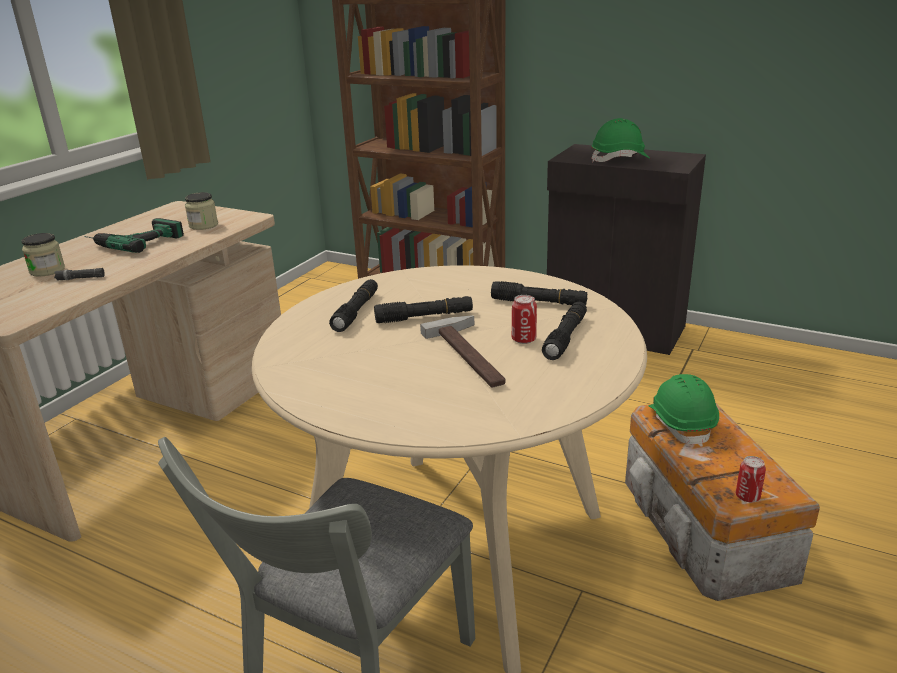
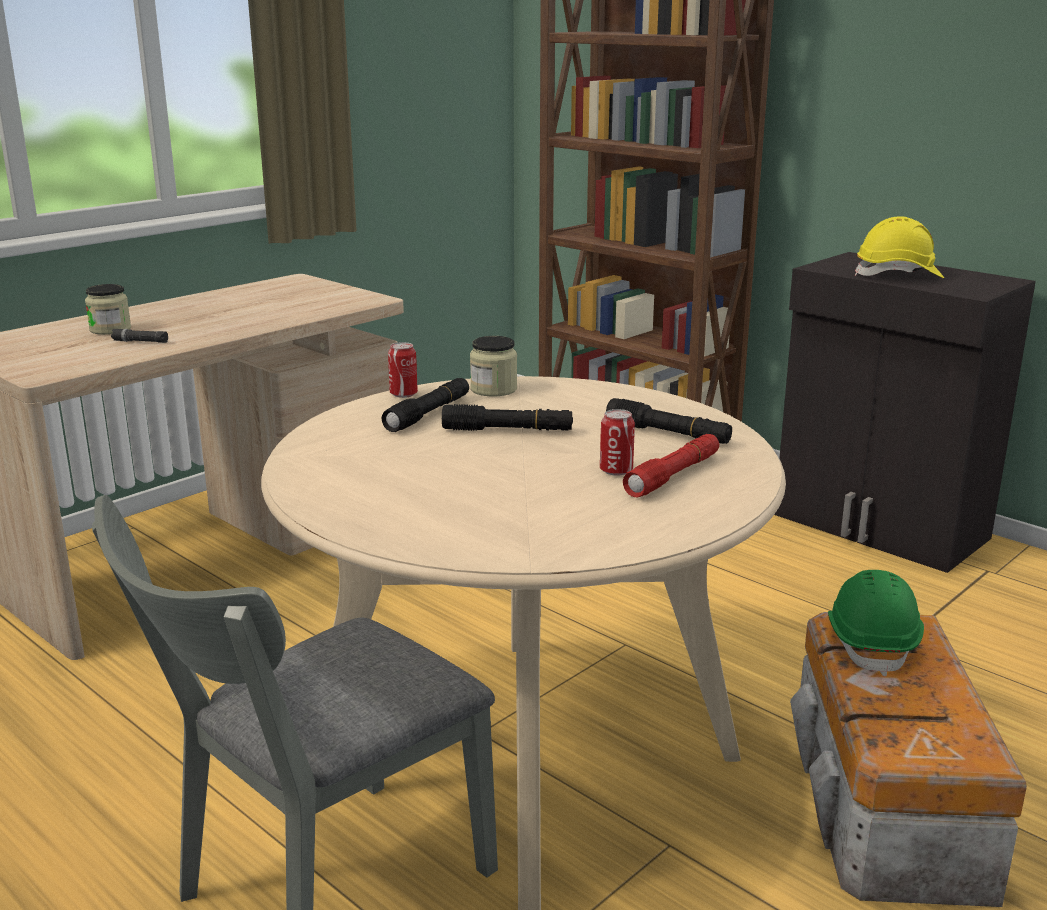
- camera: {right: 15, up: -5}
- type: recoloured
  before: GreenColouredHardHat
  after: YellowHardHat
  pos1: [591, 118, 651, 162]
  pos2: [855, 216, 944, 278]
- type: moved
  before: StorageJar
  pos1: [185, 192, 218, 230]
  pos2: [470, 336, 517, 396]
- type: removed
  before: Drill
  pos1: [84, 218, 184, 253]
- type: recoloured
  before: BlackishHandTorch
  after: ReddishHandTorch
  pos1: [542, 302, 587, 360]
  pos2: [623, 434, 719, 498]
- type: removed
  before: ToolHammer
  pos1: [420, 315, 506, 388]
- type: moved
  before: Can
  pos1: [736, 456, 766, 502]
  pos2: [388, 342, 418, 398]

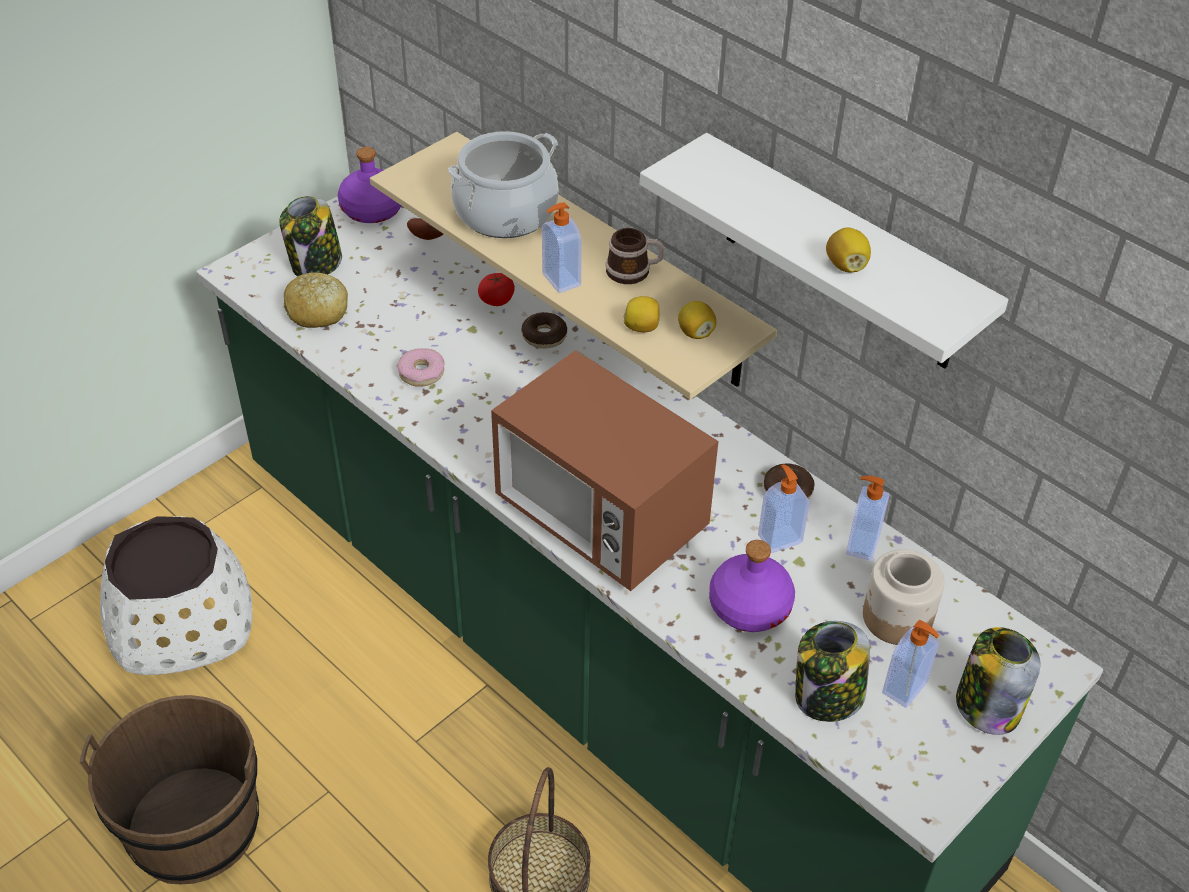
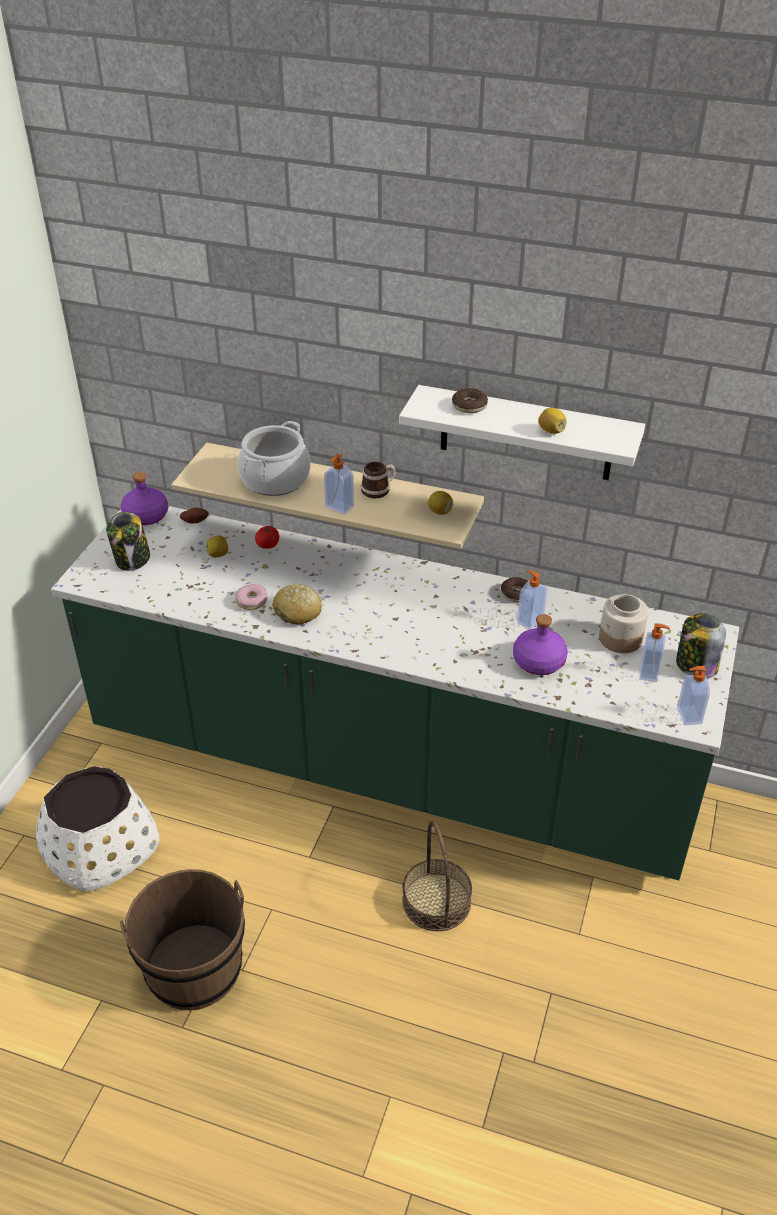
- camera: {right: -25, up: -5}
- type: moved
  before: Bread
  pos1: [284, 272, 348, 328]
  pos2: [272, 584, 322, 625]
- type: moved
  before: WholeLemon
  pos1: [624, 296, 660, 332]
  pos2: [206, 536, 228, 557]
- type: moved
  before: RingDoughnut
  pos1: [521, 312, 567, 348]
  pos2: [452, 388, 488, 414]
- type: removed
  before: Microwave
  pos1: [491, 350, 718, 591]
- type: moved
  before: SoapDispenser
  pos1: [846, 476, 890, 561]
  pos2: [677, 666, 710, 725]
- type: removed
  before: StorageJar
  pos1: [795, 621, 870, 722]

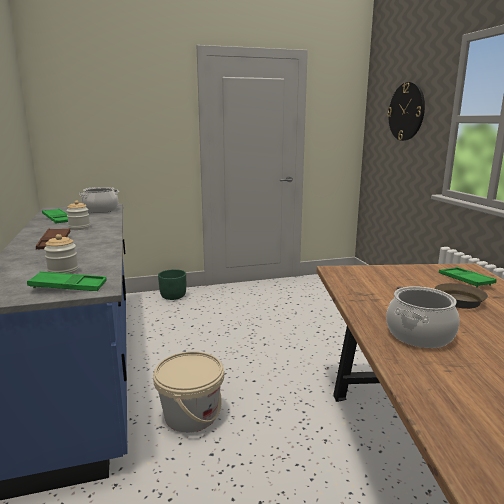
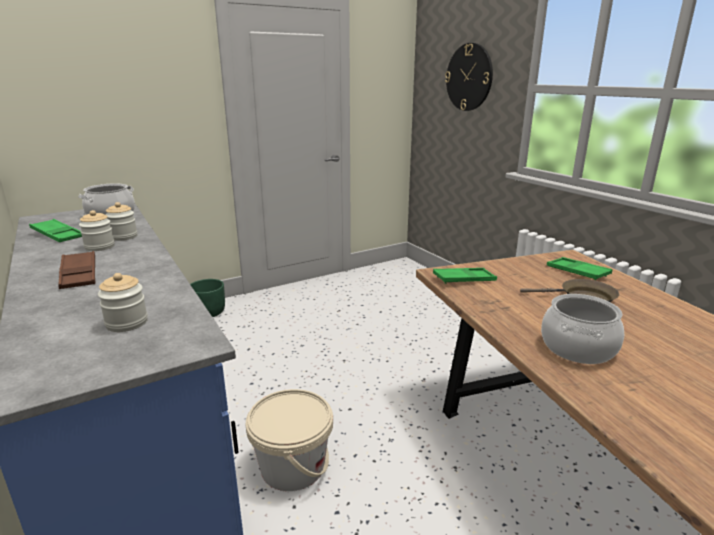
- camera: {right: -15, up: 5}
- type: moved
  before: GreenColouredServingTray
  pos1: [27, 271, 107, 291]
  pos2: [433, 268, 497, 284]
- type: added
  after: StorageJar
  pos2: [105, 202, 138, 241]

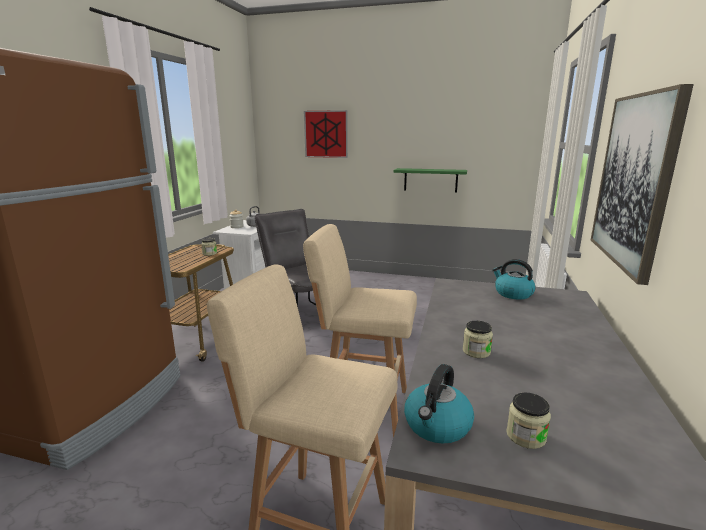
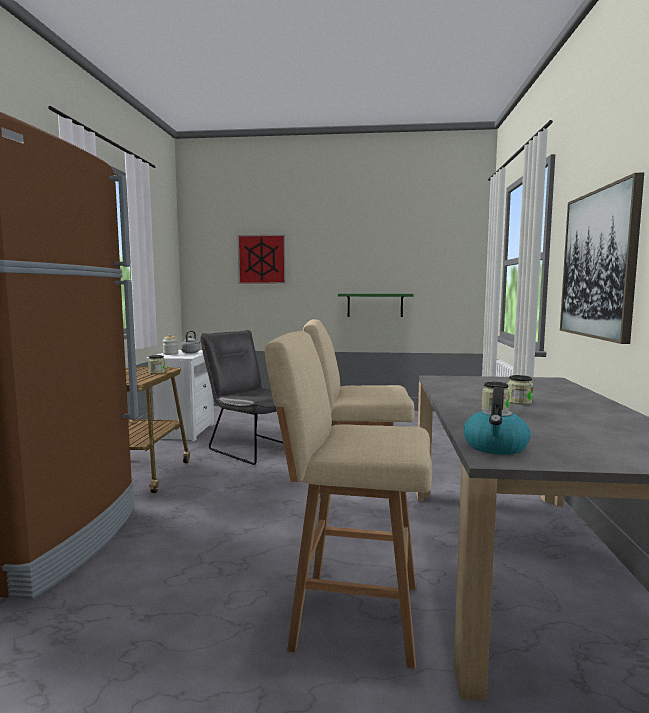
- camera: {right: -10, up: -10}
- type: removed
  before: TeaKettle
  pos1: [492, 259, 536, 300]
- type: moved
  before: StorageJar
  pos1: [506, 393, 551, 449]
  pos2: [507, 375, 534, 405]

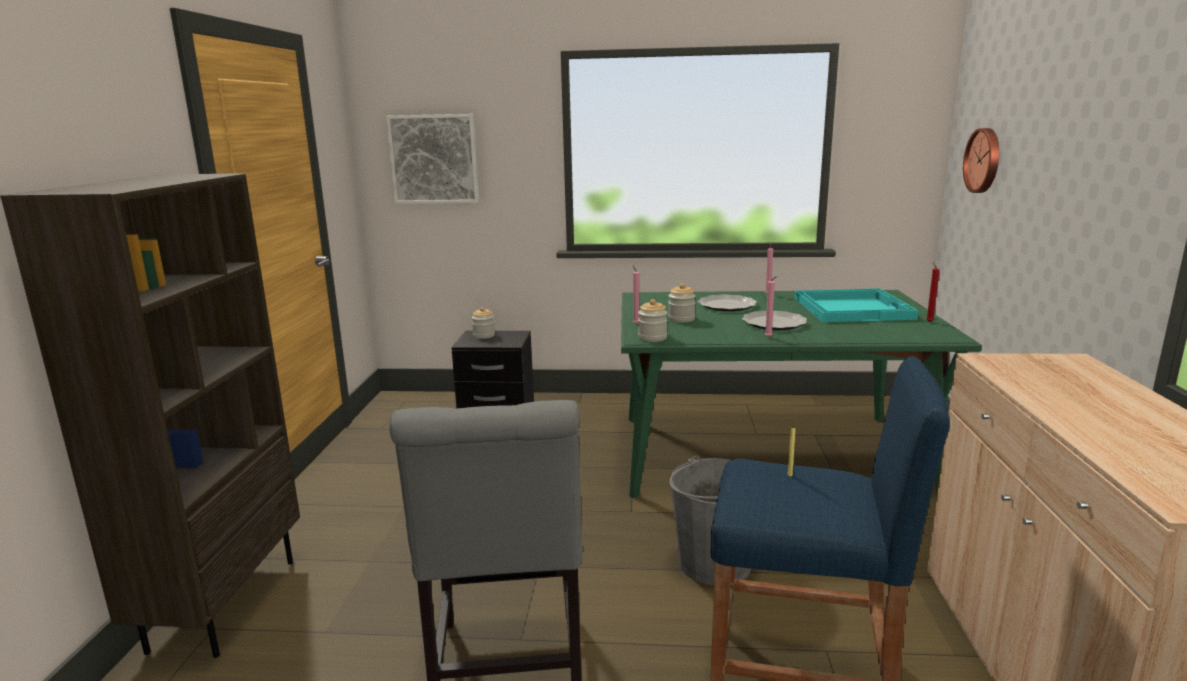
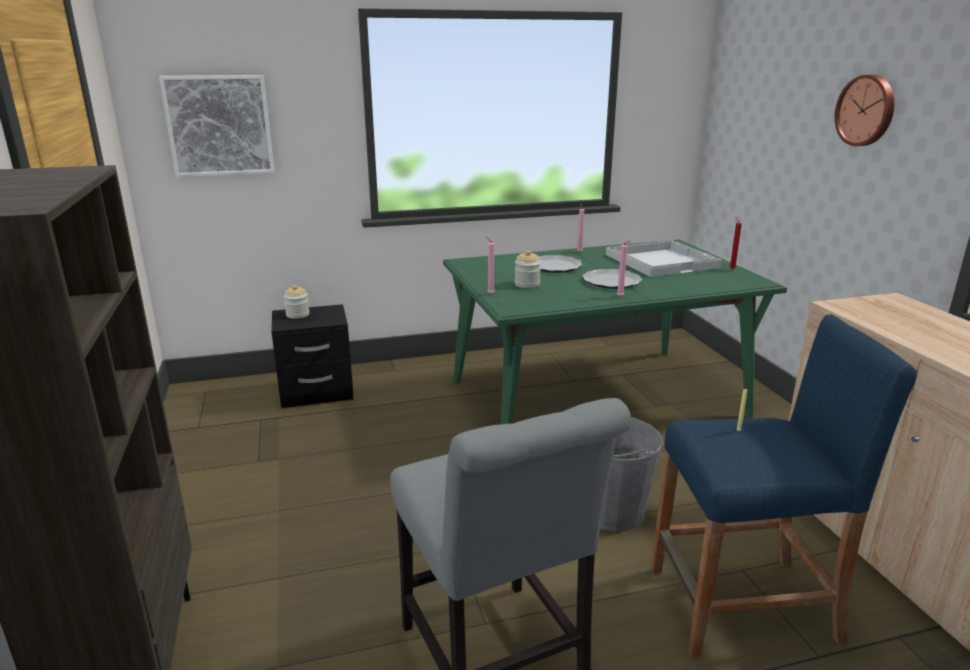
- camera: {right: -20, up: 5}
- type: moved
  before: WallClock
  pos1: [963, 128, 999, 193]
  pos2: [835, 75, 895, 146]
- type: recoloured
  before: TurquoiseServingTray
  after: WhiteColouredServingTray
  pos1: [795, 288, 919, 322]
  pos2: [606, 240, 722, 277]
- type: removed
  before: StorageJar
  pos1: [638, 299, 668, 342]

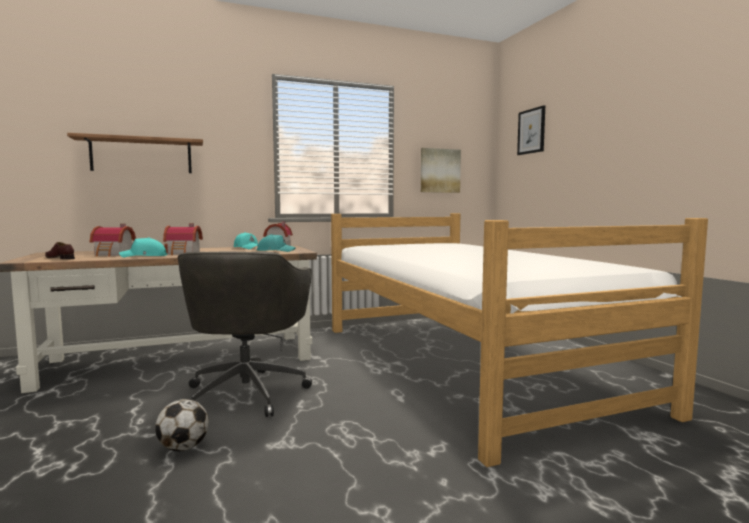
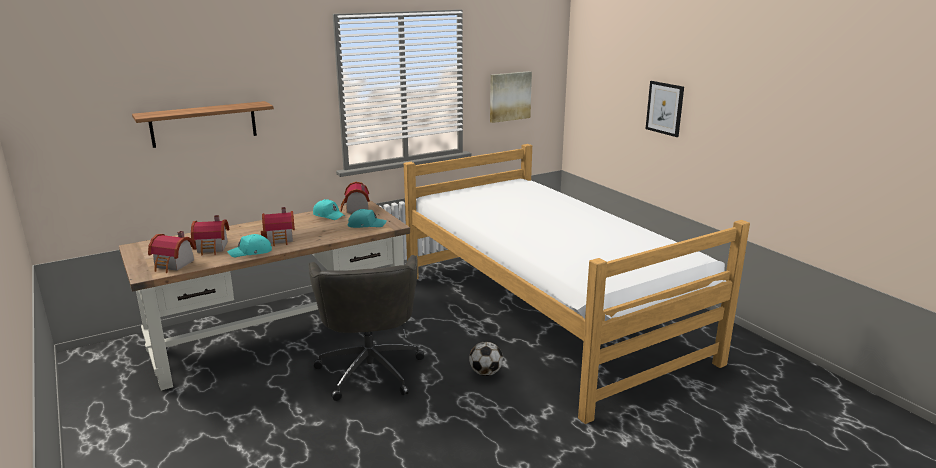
- camera: {right: -10, up: 15}
- type: moved
  before: WallArt
  pos1: [517, 105, 545, 155]
  pos2: [646, 81, 684, 137]
- type: replaced
  before: BrownishItemOfFootwear
  after: ModelHouse
  pos1: [45, 242, 75, 259]
  pos2: [148, 231, 196, 273]
- type: moved
  before: BallForFootball
  pos1: [155, 399, 209, 451]
  pos2: [469, 341, 503, 376]

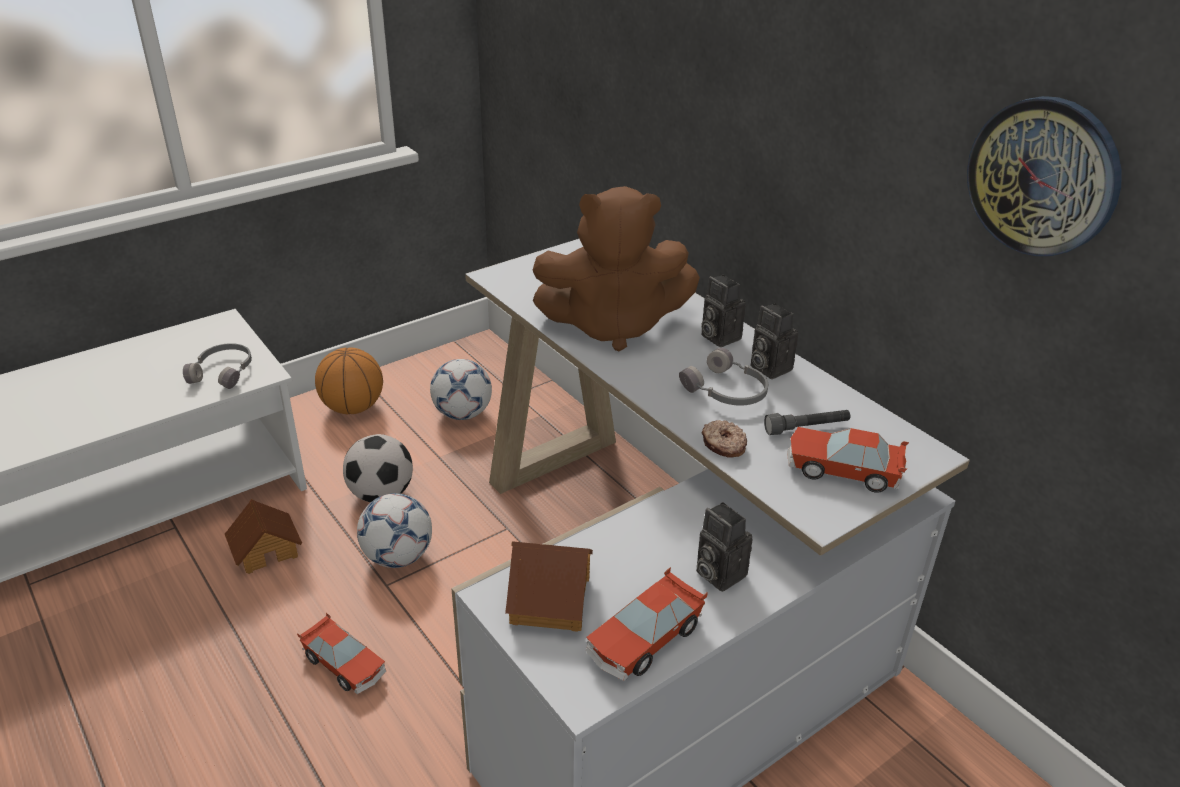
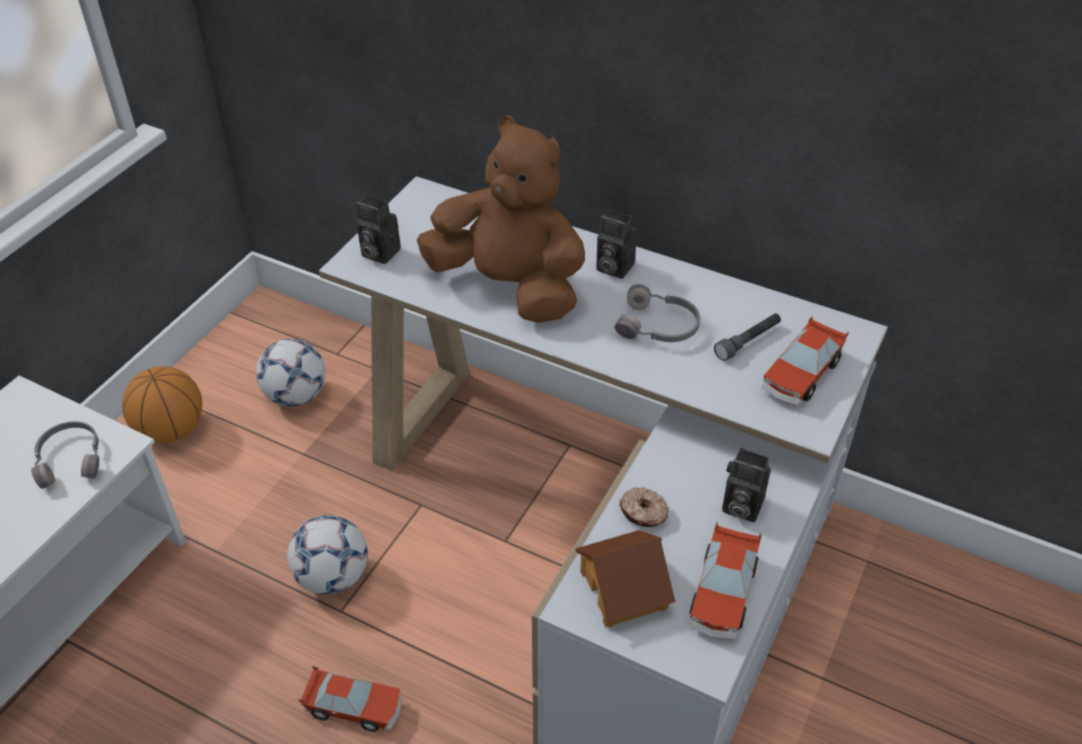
- camera: {right: -25, up: 10}
- type: removed
  before: WallClock
  pos1: [967, 96, 1122, 256]
- type: turned
  before: BrownishSoftToy
  pos1: [533, 186, 700, 352]
  pos2: [417, 116, 585, 323]
  turn: -120
- type: moved
  before: PhotoCamera
  pos1: [751, 303, 798, 379]
  pos2: [356, 195, 401, 264]
- type: moved
  before: RingDoughnut
  pos1: [702, 420, 747, 458]
  pos2: [619, 487, 669, 527]
- type: turned
  before: ToyCar
  pos1: [787, 427, 909, 493]
  pos2: [762, 315, 849, 406]
  turn: -45
- type: removed
  before: BallForFootball
  pos1: [343, 434, 413, 502]
- type: removed
  before: ModelHouse
  pos1: [225, 499, 302, 574]

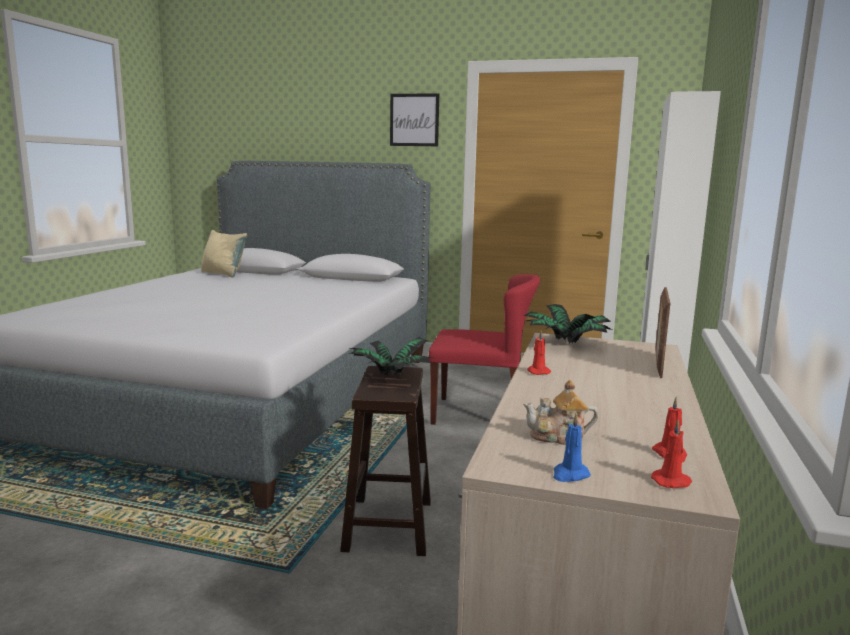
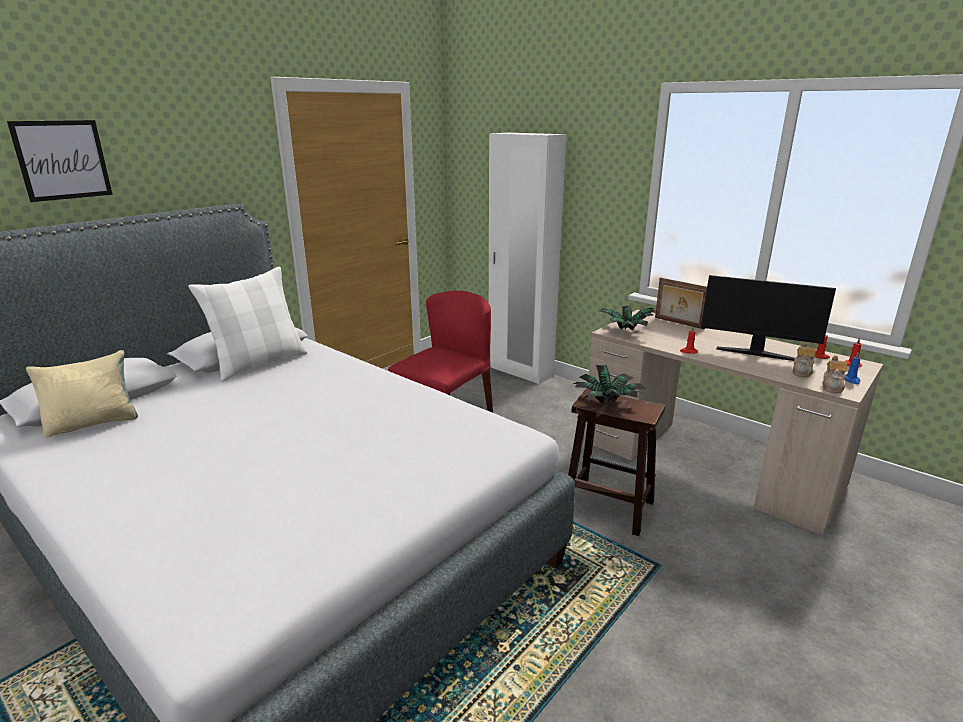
- camera: {right: -65, up: 10}
- type: moved
  before: WallArt
  pos1: [390, 93, 439, 146]
  pos2: [7, 120, 113, 202]
- type: added
  after: WhiteColouredThrowPillow
  pos2: [188, 266, 307, 381]
- type: added
  after: Monitor
  pos2: [701, 275, 836, 361]
- type: added
  after: Teapot
  pos2: [822, 355, 847, 393]

